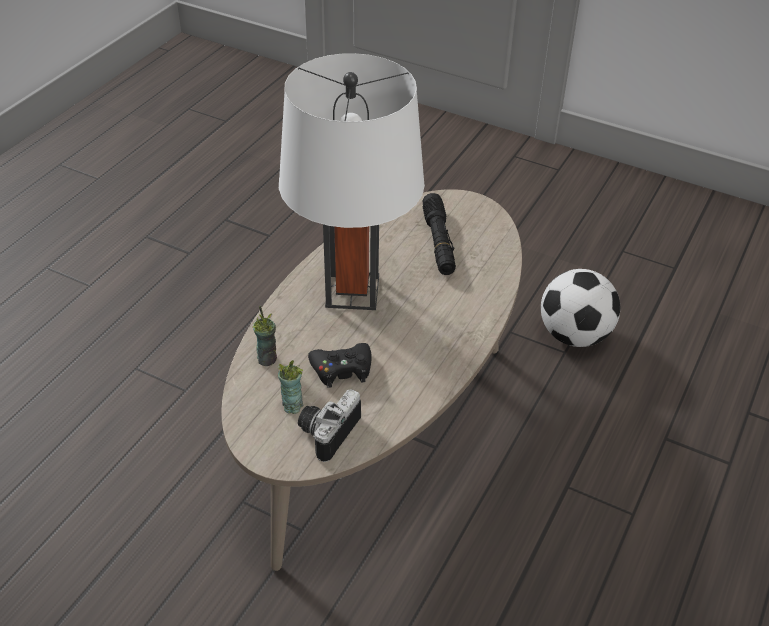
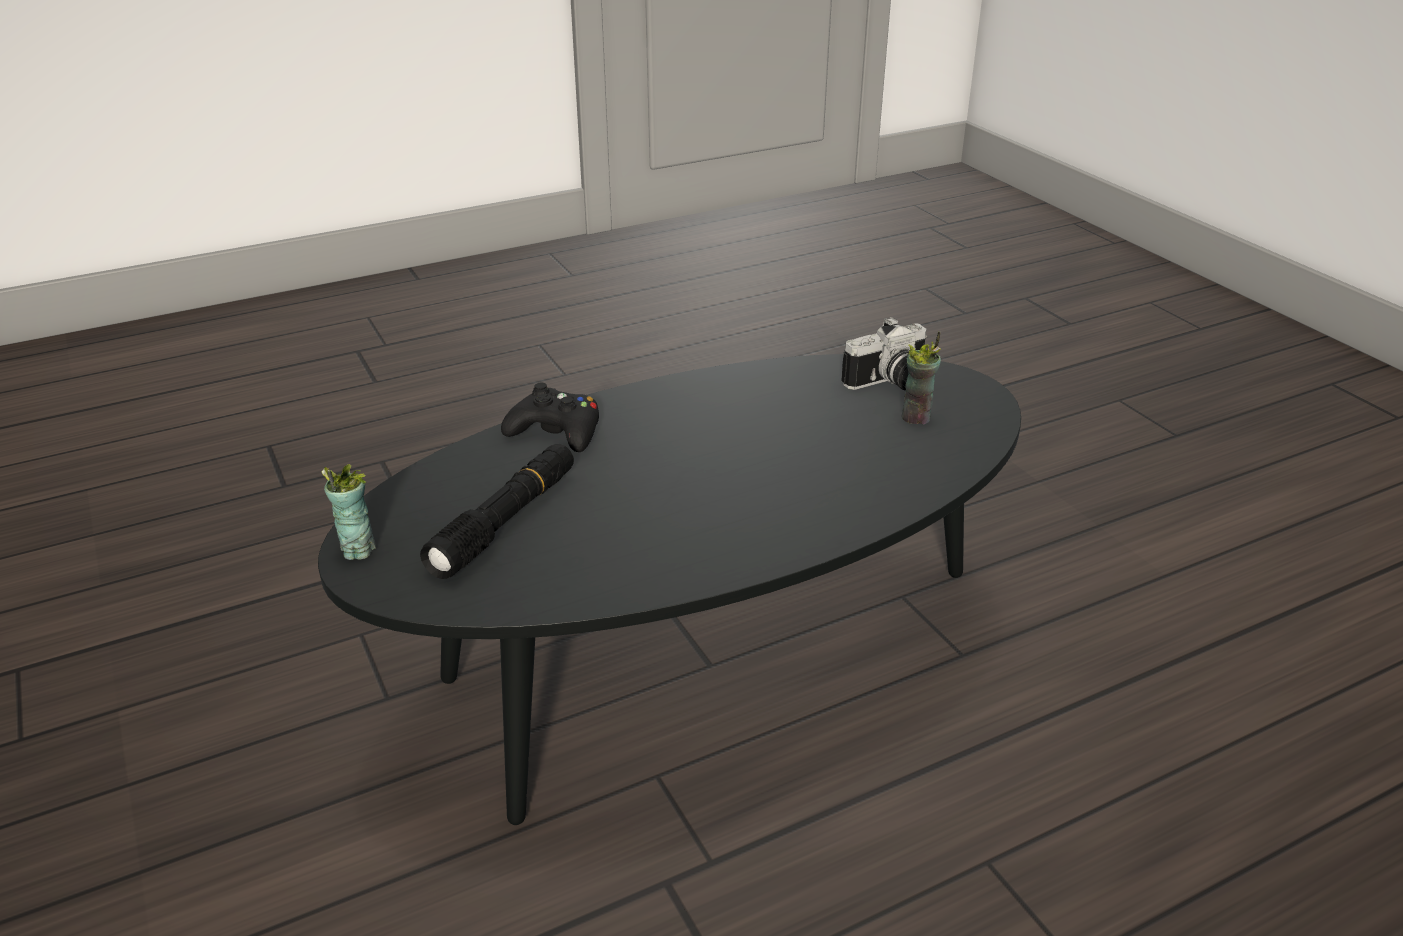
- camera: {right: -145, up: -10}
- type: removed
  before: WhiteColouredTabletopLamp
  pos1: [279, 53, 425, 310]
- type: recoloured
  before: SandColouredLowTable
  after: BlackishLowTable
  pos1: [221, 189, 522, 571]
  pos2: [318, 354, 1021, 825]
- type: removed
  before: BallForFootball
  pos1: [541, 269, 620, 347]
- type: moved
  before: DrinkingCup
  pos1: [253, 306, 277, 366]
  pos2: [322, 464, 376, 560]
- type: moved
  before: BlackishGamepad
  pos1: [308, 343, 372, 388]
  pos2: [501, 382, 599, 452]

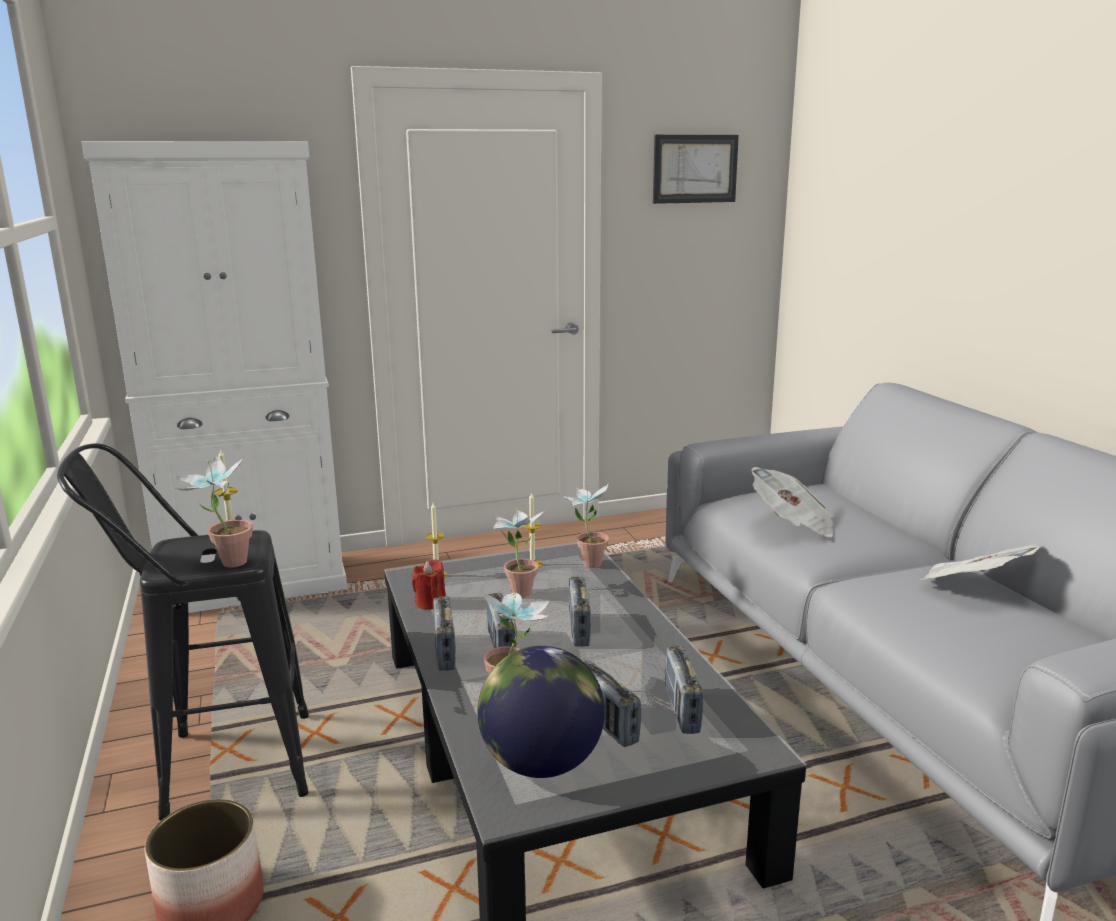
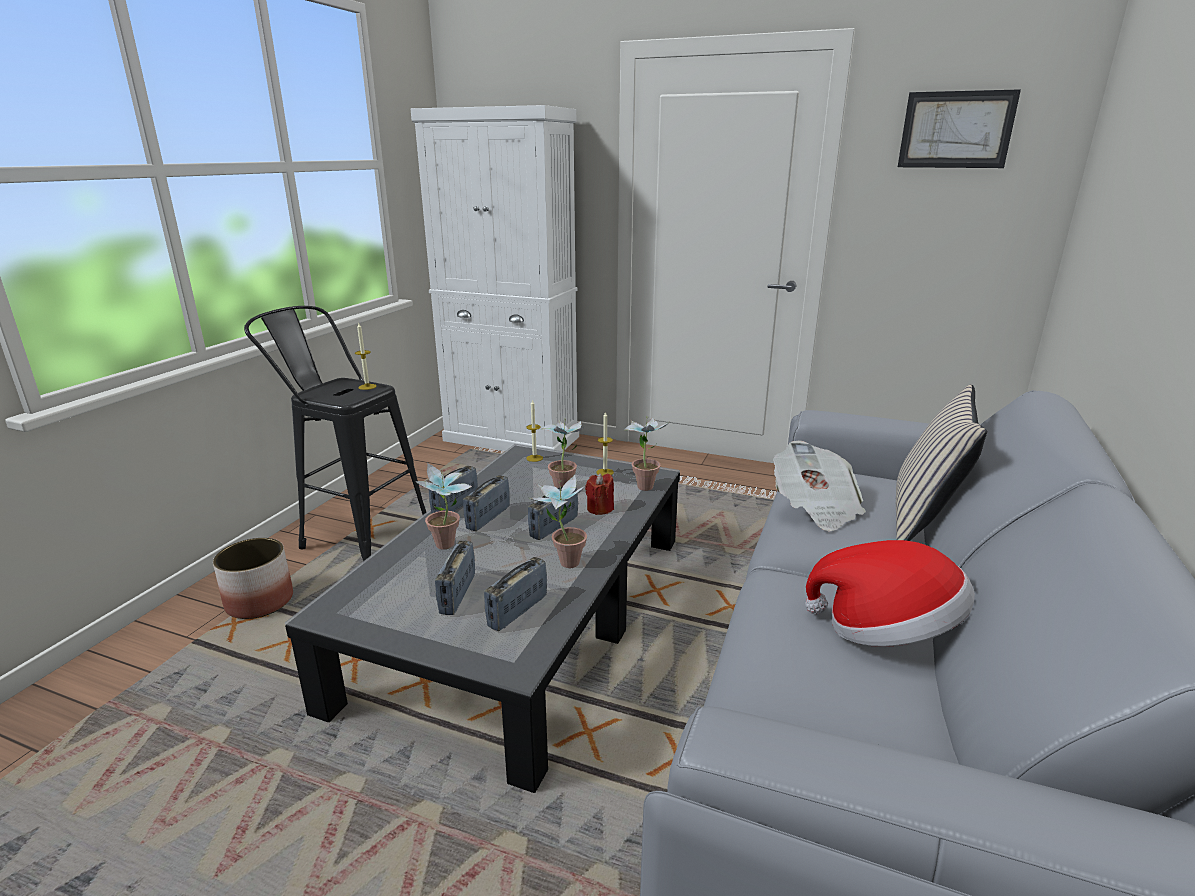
- camera: {right: 40, up: 5}
- type: moved
  before: PottedPlant
  pos1: [173, 455, 253, 567]
  pos2: [530, 475, 587, 568]
- type: replaced
  before: PrintedPaper
  after: ClothingHat
  pos1: [920, 544, 1039, 580]
  pos2: [805, 540, 975, 647]
- type: moved
  before: ReddishWaxCandle
  pos1: [412, 559, 446, 609]
  pos2: [585, 473, 614, 515]
- type: removed
  before: Globe
  pos1: [477, 646, 605, 778]
- type: added
  after: SandColouredThrowPillow
  pos2: [896, 384, 987, 541]

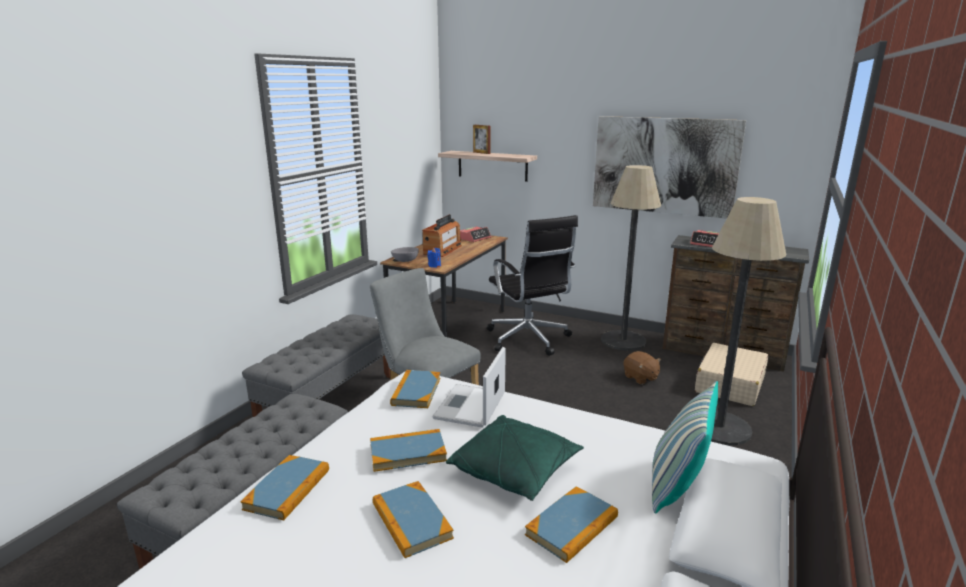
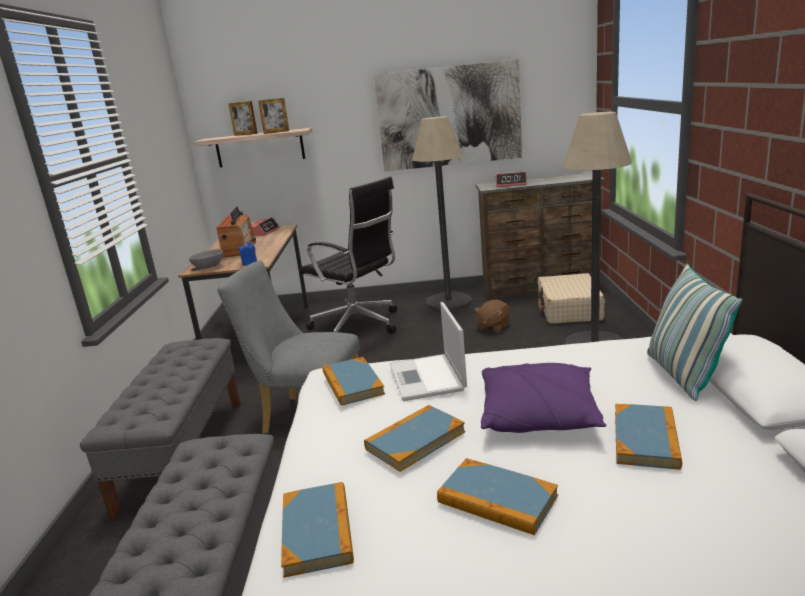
- camera: {right: -25, up: 0}
- type: turned
  before: BrownishSoftToy
  pos1: [624, 351, 661, 385]
  pos2: [475, 300, 510, 332]
  turn: 90
- type: recoloured
  before: GreenColouredThrowPillow
  after: PurpleColouredThrowPillow
  pos1: [446, 415, 584, 501]
  pos2: [481, 363, 607, 433]
- type: added
  after: PictureFrame
  pos2: [258, 98, 289, 134]

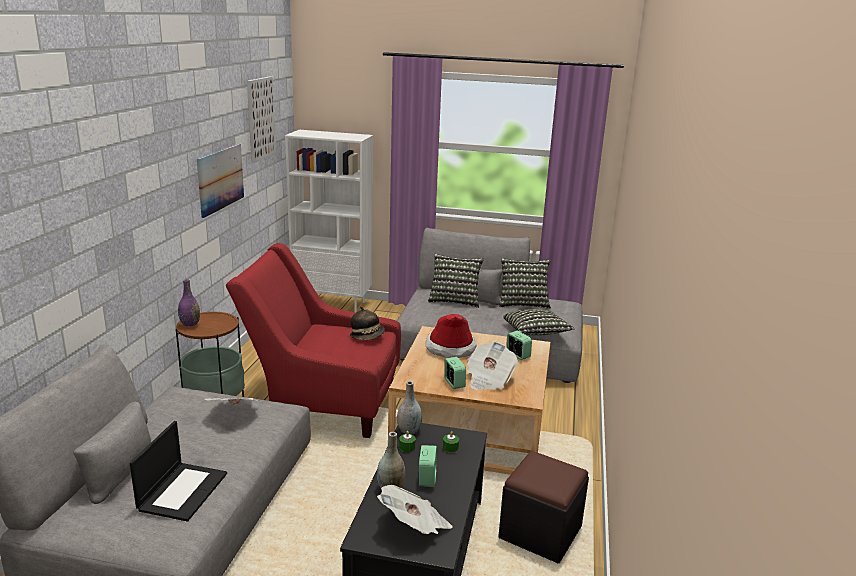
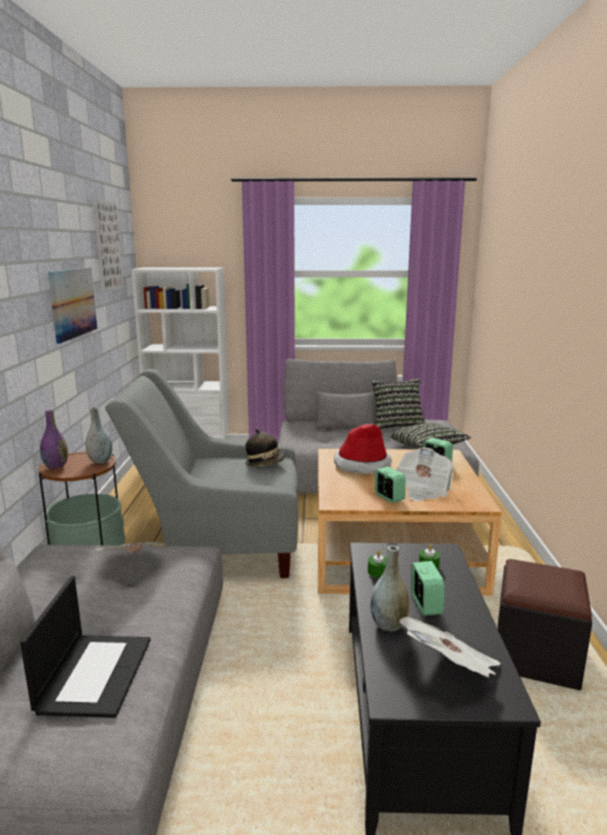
- camera: {right: -10, up: -5}
- type: recoloured
  before: ReddishArmchair
  after: GrayArmchair
  pos1: [226, 243, 401, 438]
  pos2: [105, 369, 298, 578]
- type: removed
  before: ThrowPillow
  pos1: [428, 254, 484, 308]
- type: moved
  before: GrayVase
  pos1: [397, 381, 422, 435]
  pos2: [86, 407, 112, 463]

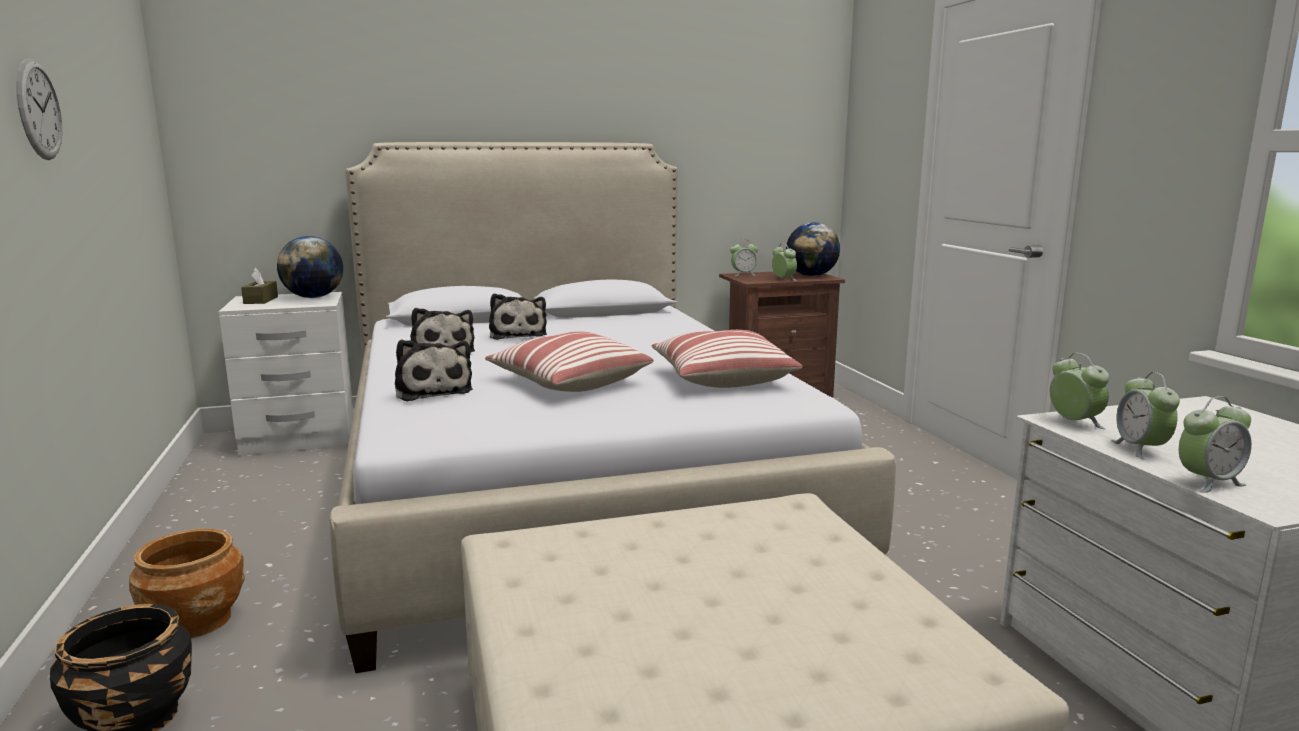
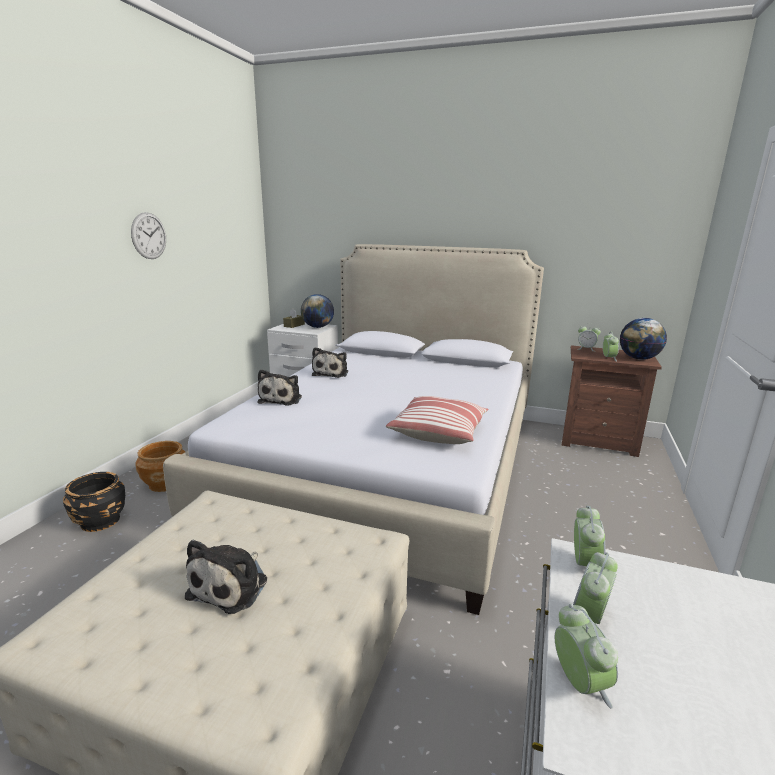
- camera: {right: 35, up: 5}
- type: moved
  before: SoftToy
  pos1: [489, 293, 547, 340]
  pos2: [185, 539, 267, 614]
- type: removed
  before: ThrowPillow
  pos1: [485, 331, 653, 392]
- type: turned
  before: BedsideClock
  pos1: [1179, 396, 1252, 493]
  pos2: [555, 604, 618, 708]
  turn: -120

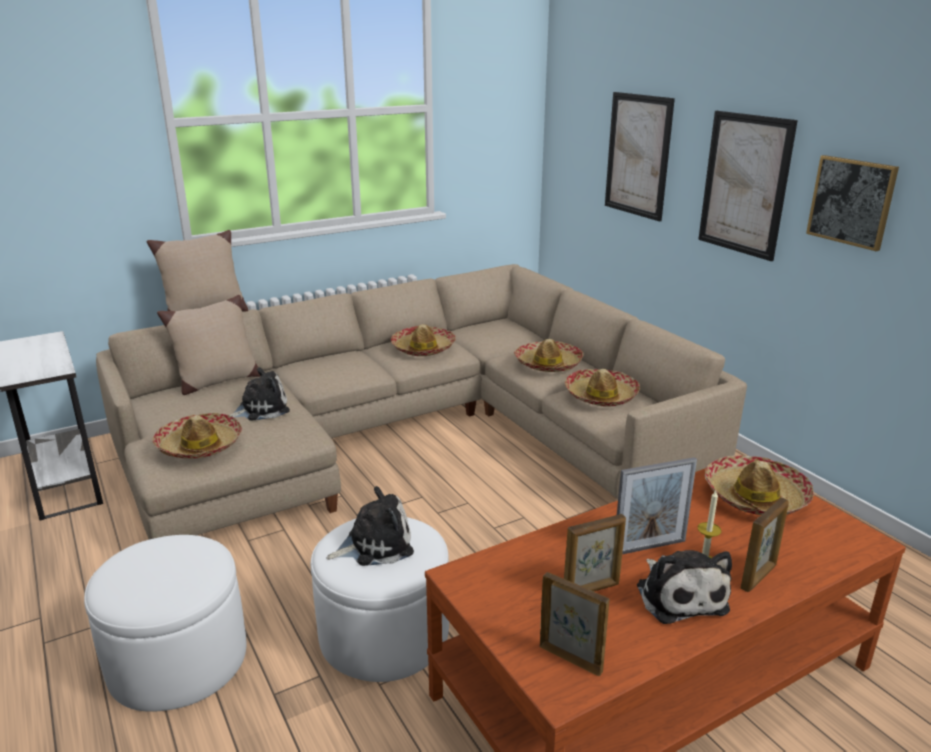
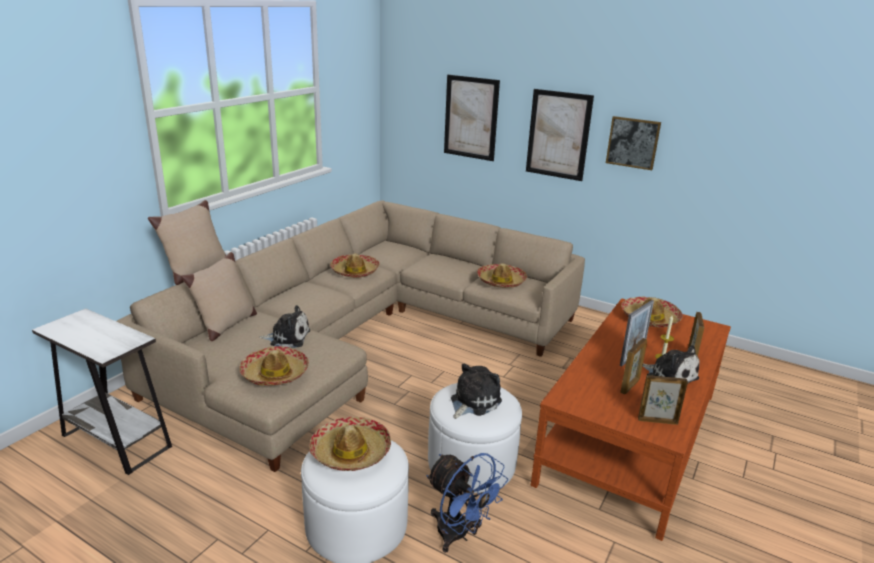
- camera: {right: -30, up: 0}
- type: moved
  before: ClothingHat
  pos1: [514, 339, 584, 372]
  pos2: [309, 416, 391, 471]
- type: turned
  before: SoftToy
  pos1: [230, 367, 290, 421]
  pos2: [259, 305, 310, 348]
  turn: 60
- type: added
  after: BluishFan
  pos2: [426, 453, 508, 553]

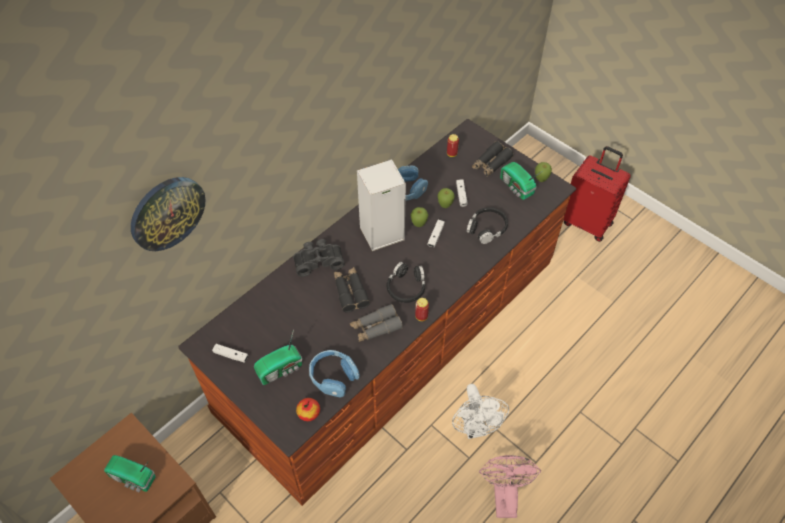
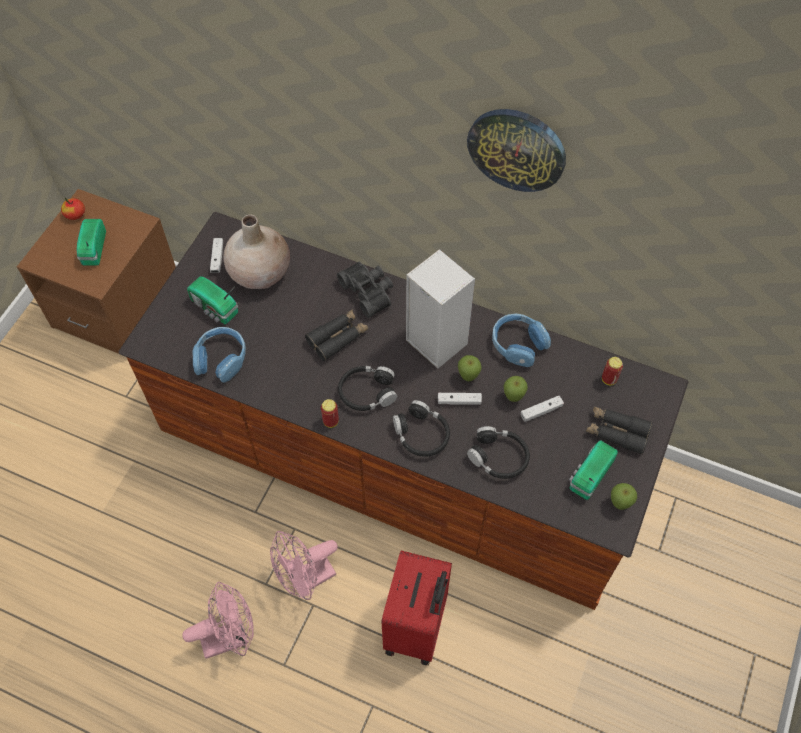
- camera: {right: 70, up: 5}
- type: moved
  before: ReddishSuitcase
  pos1: [564, 146, 631, 242]
  pos2: [381, 550, 452, 665]
- type: moved
  before: WallClock
  pos1: [131, 177, 206, 251]
  pos2: [467, 109, 566, 192]
- type: removed
  before: GrayPairOfBinoculars
  pos1: [350, 304, 403, 342]
- type: recoloured
  before: WhiteColouredFan
  after: PinkFan
  pos1: [452, 384, 509, 439]
  pos2: [270, 531, 338, 600]
- type: moved
  before: AppleFruit
  pos1: [296, 398, 320, 421]
  pos2: [61, 198, 85, 220]
- type: added
  after: SandColouredVase
  pos2: [223, 215, 290, 289]
- type: added
  after: BlackishHeadphones
  pos2: [393, 400, 450, 457]

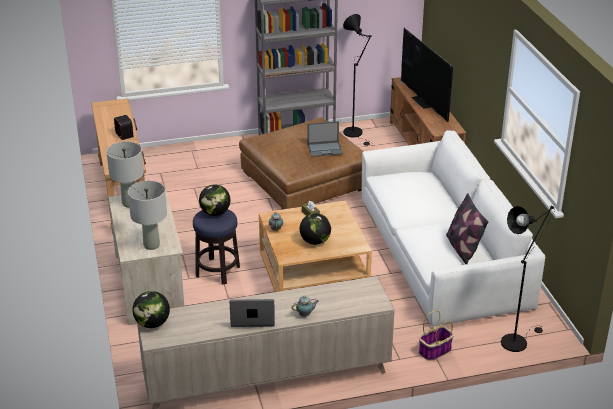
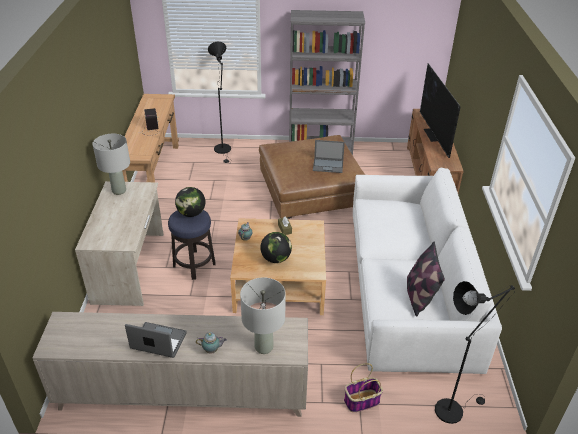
- camera: {right: 15, up: 5}
- type: moved
  before: BlackishStandardLamp
  pos1: [343, 14, 372, 146]
  pos2: [208, 42, 231, 164]
- type: moved
  before: GrayTabletopLamp
  pos1: [128, 181, 167, 250]
  pos2: [240, 277, 286, 354]
- type: removed
  before: Globe
  pos1: [133, 291, 170, 328]

